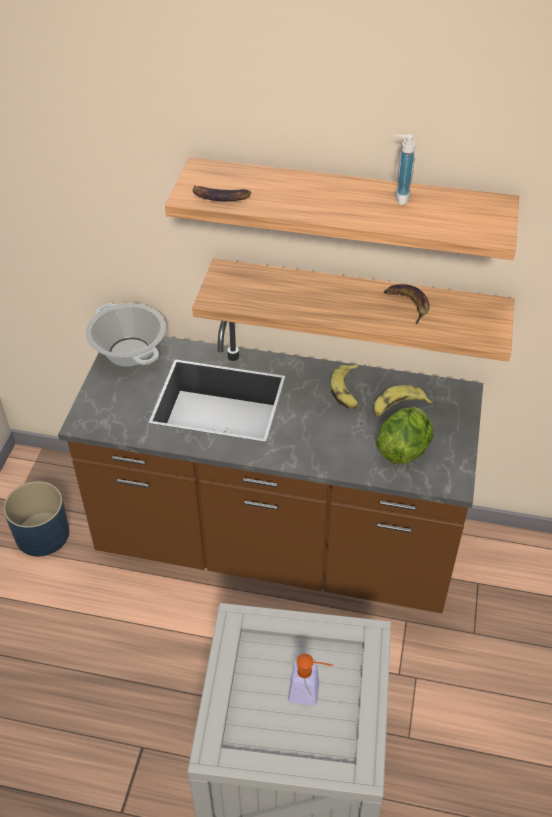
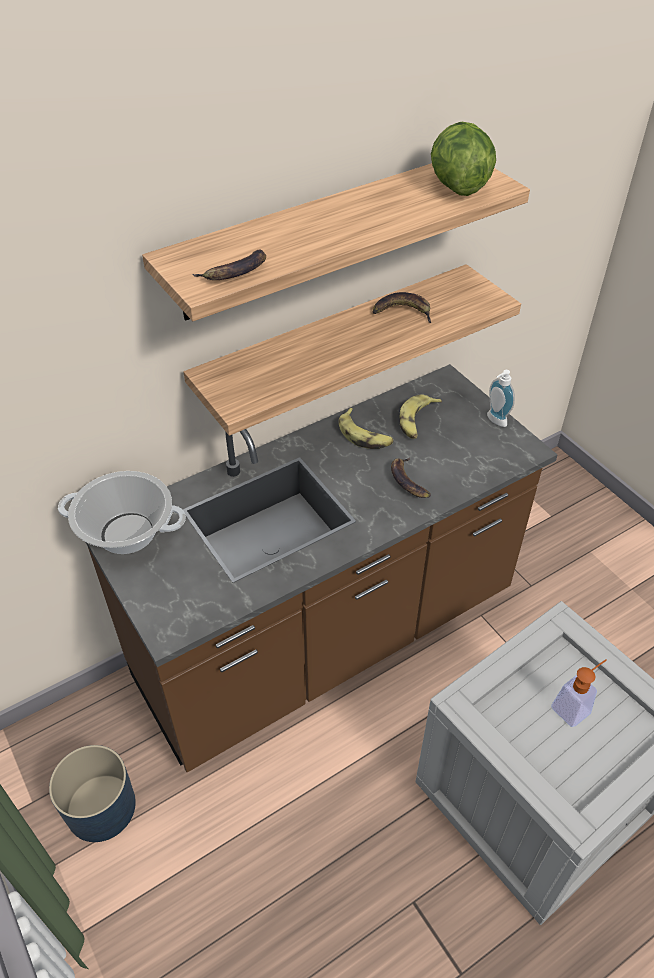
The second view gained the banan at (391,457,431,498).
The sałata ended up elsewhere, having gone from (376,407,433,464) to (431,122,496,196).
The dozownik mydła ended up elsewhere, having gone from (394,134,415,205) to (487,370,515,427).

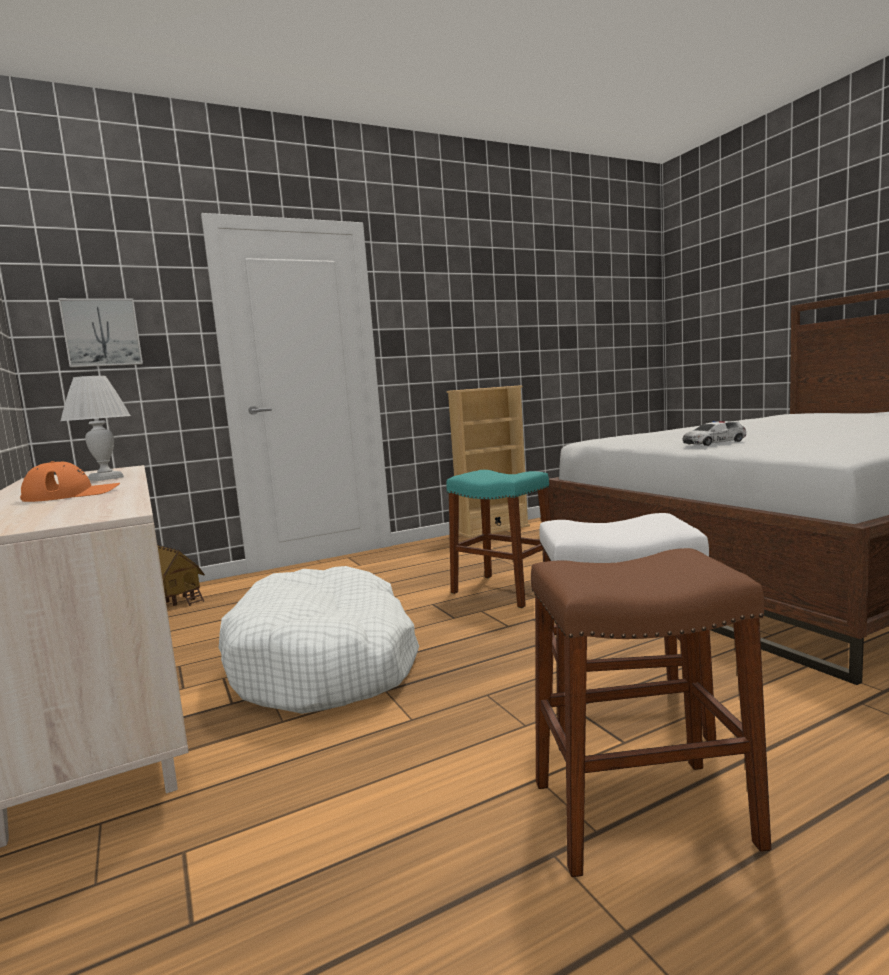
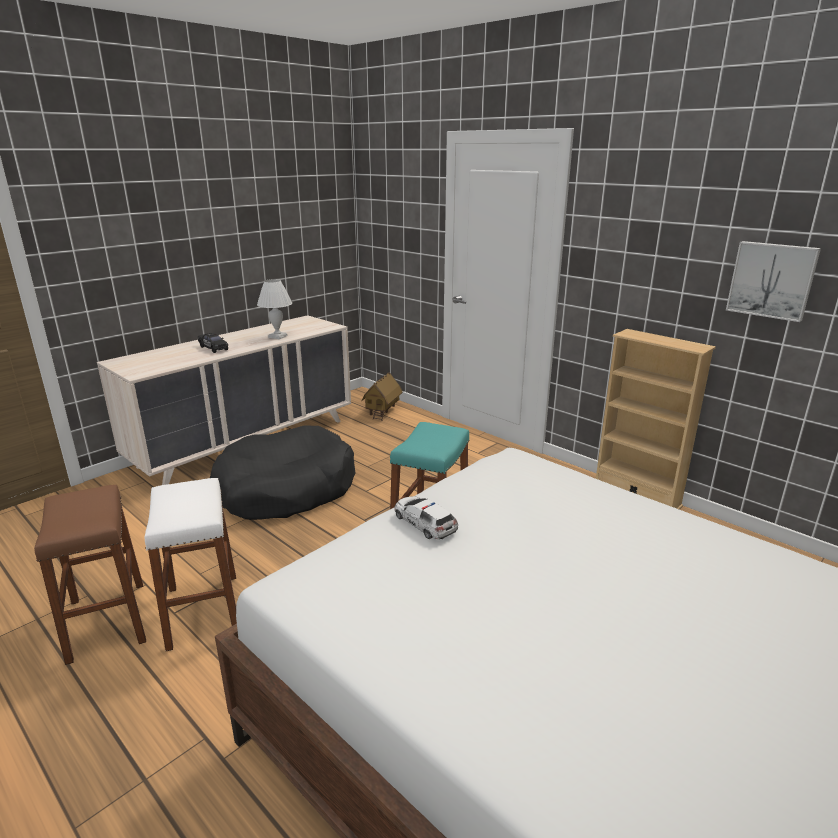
The obraz ended up elsewhere, having gone from (58,298,143,367) to (726,241,821,322).
Where the czapka z daszkiem [pomarańczowy] stood at (20,461,120,502), the samochodzik [czarny] came to stand at (198,333,228,353).
What was the legowisko [biały] at (219,566,419,714) turned into the legowisko [czarny] at (210,426,356,520).

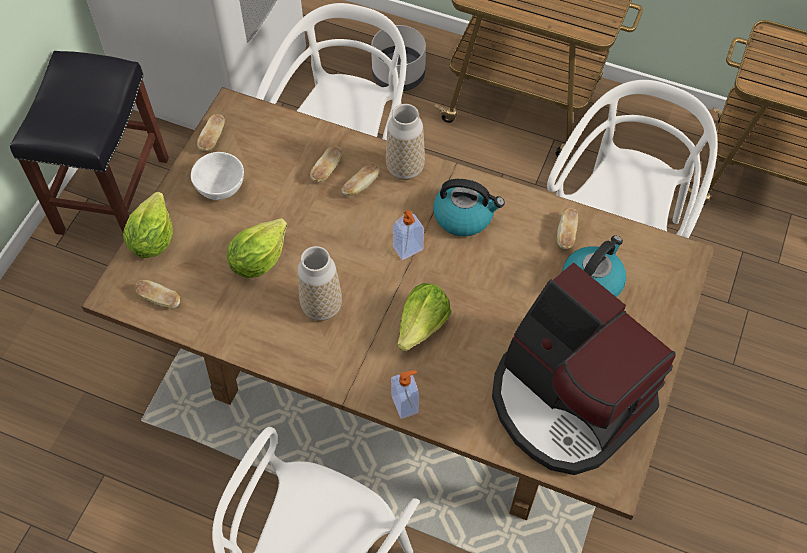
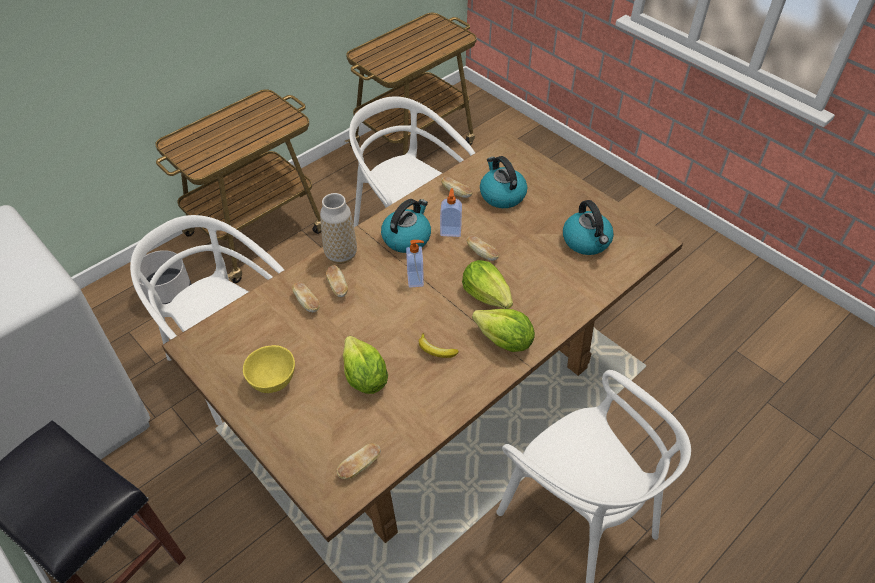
The sałata ended up elsewhere, having gone from (123,192,173,258) to (472,309,535,352).
The chleb ended up elsewhere, having gone from (197,114,225,151) to (467,236,499,261).
The dozownik mydła ended up elsewhere, having gone from (391,370,419,419) to (440,188,462,237).
Where the wazon stood at (298,246,342,321), the banan came to stand at (419,333,459,358).
Where the ekspres do kawy stood at (492,262,676,475), the czajnik came to stand at (563,200,614,255).
What was the miska [biały] at (191,152,244,200) turned into the miska [żółty] at (243,345,295,393).

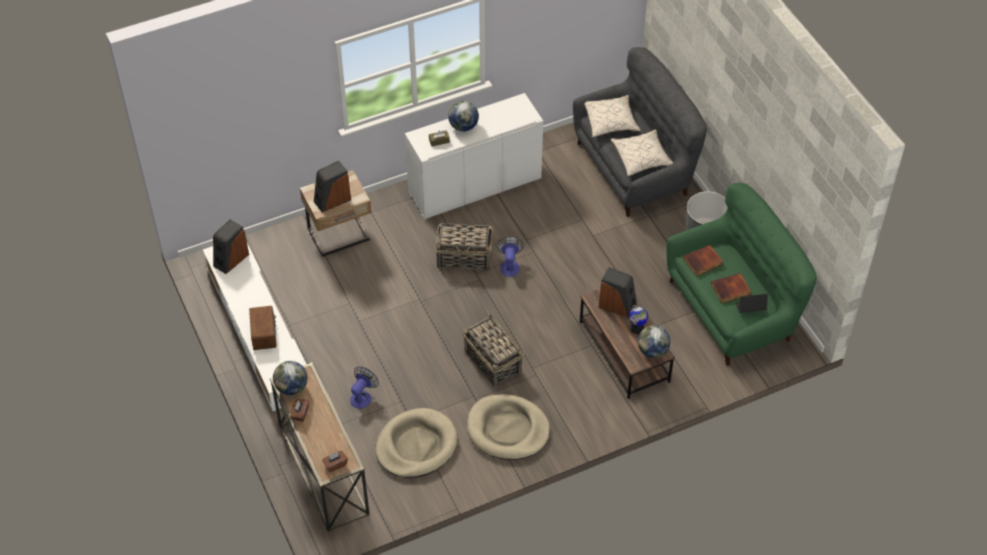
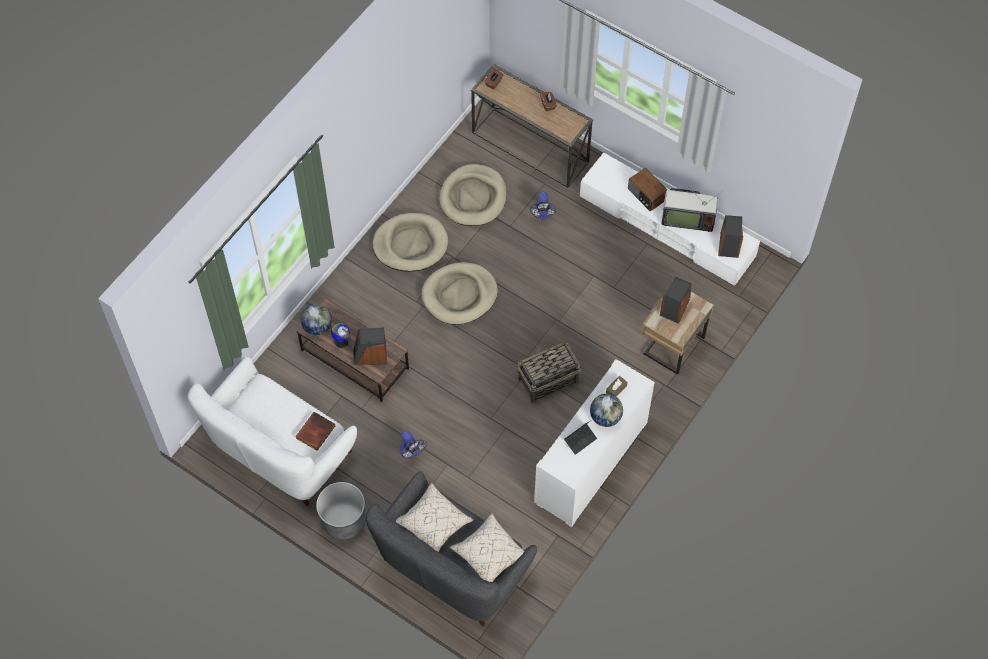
The second view lost the globus at (273,361,308,395).
The second view lost the książka at (711,273,751,304).
The second view gained the telewizor at (662,188,723,232).
The wentylator ended up elsewhere, having gone from (496,236,524,277) to (399,430,427,459).
The laptop ended up elsewhere, having gone from (735,294,768,313) to (564,421,597,455).
Where the koszyk stood at (463,314,524,388), the legowisko [beżowy] came to stand at (422,262,498,325).
What was the kanapa [zielony] at (667,183,817,366) turned into the kanapa [biały] at (187,357,357,506).

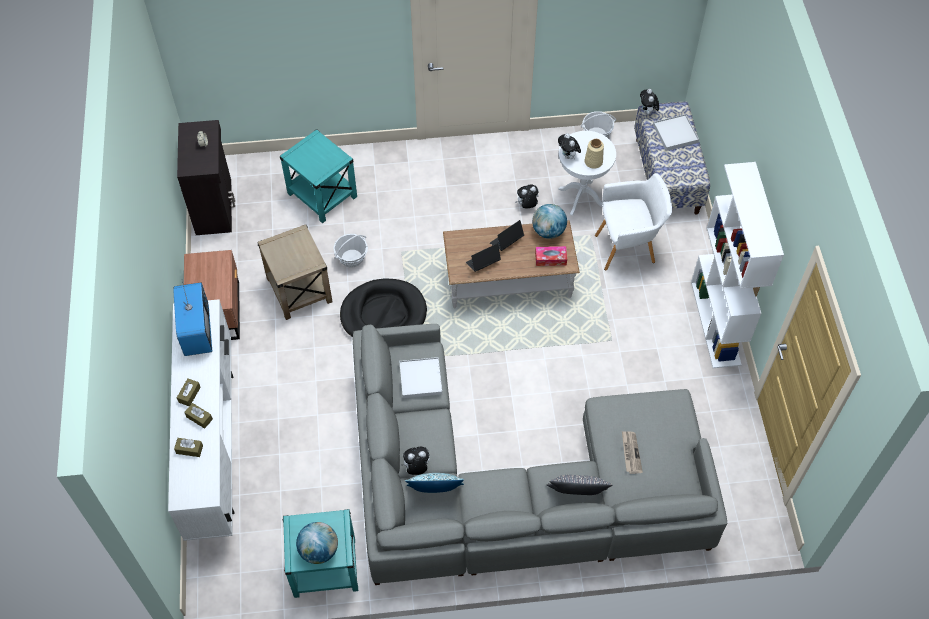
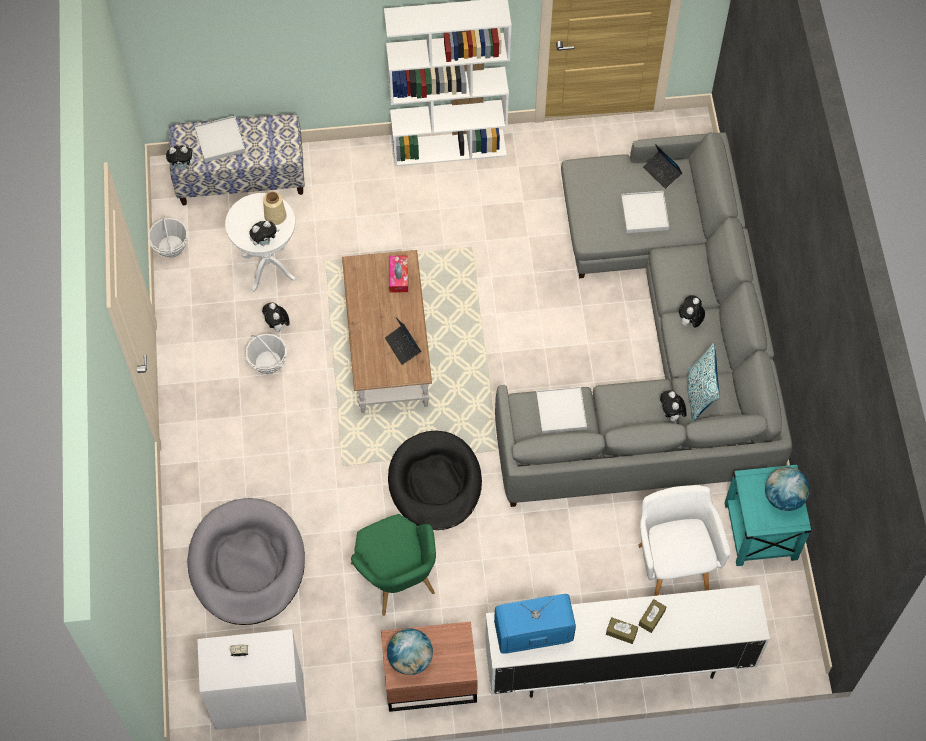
The second view lost the pudełko chusteczek [brązowy] at (174,438,203,457).
The second view lost the poduszka [szary] at (547,475,612,495).
The second view gained the pluszak at (679,295,705,328).
The koszyk ended up elsewhere, having gone from (333,234,368,268) to (246,334,287,374).
The laptop ended up elsewhere, having gone from (490,220,524,251) to (643,144,682,189).
The globus ended up elsewhere, having gone from (532,204,567,239) to (387,629,433,675).
The fotel [biały] ended up elsewhere, having gone from (595,173,672,270) to (638,485,731,596).
Where the stolik [beżowy] stood at (257,224,332,320), the fotel [zielony] came to stand at (351,514,436,616).
Where the stolik [turkusowy] stood at (280,129,357,223), the legowisko [szary] came to stand at (187,498,305,625).
Where the gazeta stood at (622,431,643,474), the taca [biały] came to stand at (621,191,669,233).
What was the szafka [czarny] at (177,120,235,235) turned into the szafka [biały] at (197,629,306,730).

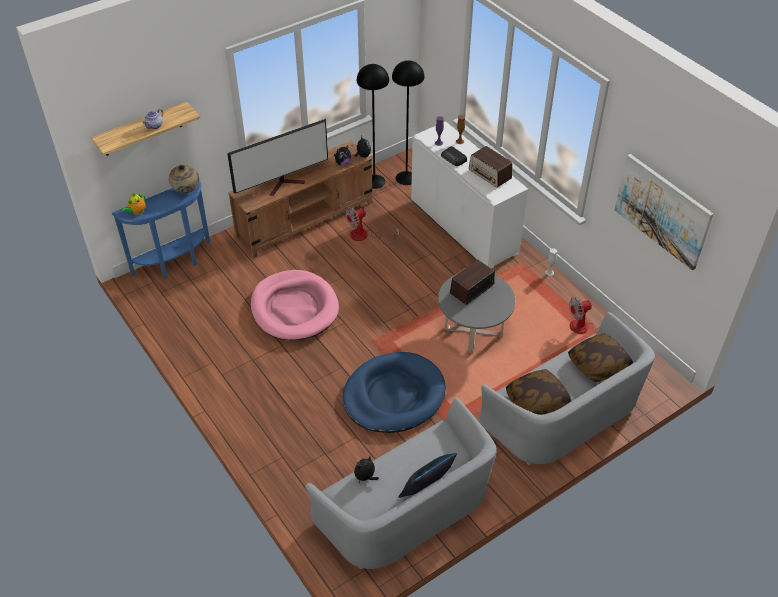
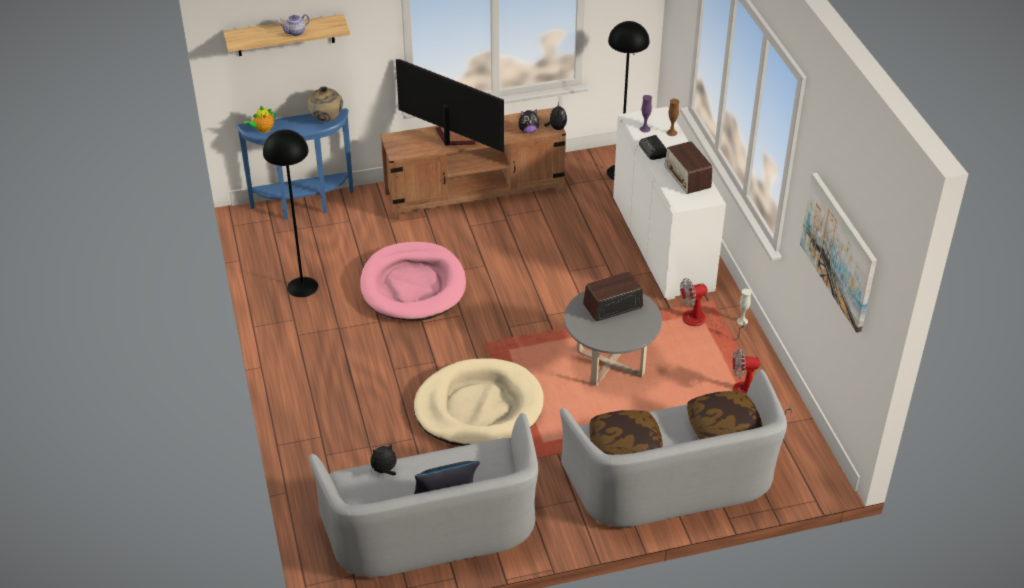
The wentylator ended up elsewhere, having gone from (345,207,399,245) to (680,278,746,341).
The lampa stojąca [czarny] ended up elsewhere, having gone from (357,64,389,189) to (263,129,318,297).
What was the legowisko [niebieski] at (343,352,446,433) turned into the legowisko [beżowy] at (414,358,544,446).
The telewizor at (227,119,328,196) ended up facing another way, 135 degrees counterclockwise from before.

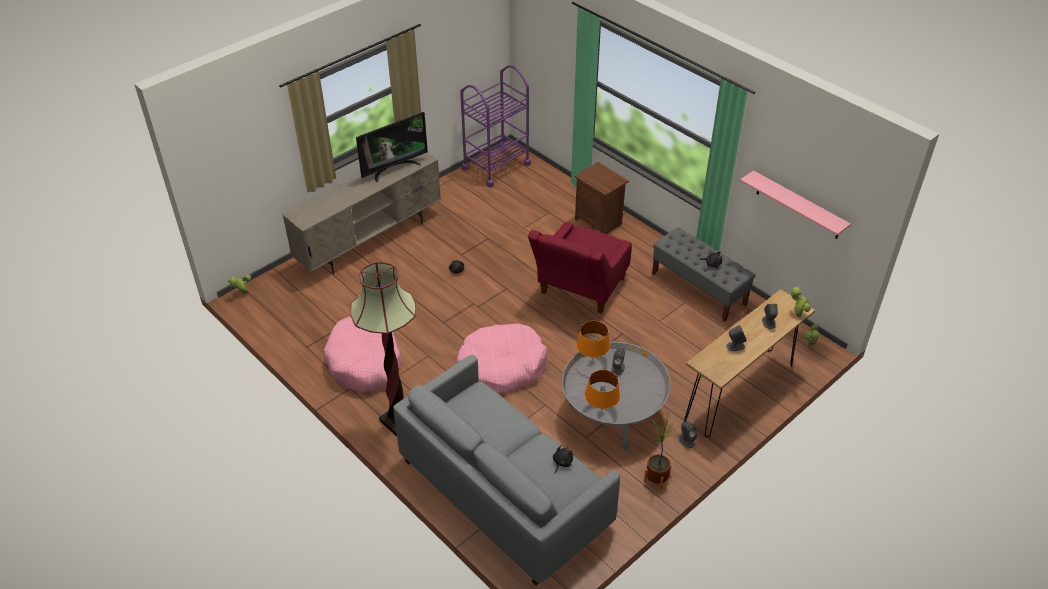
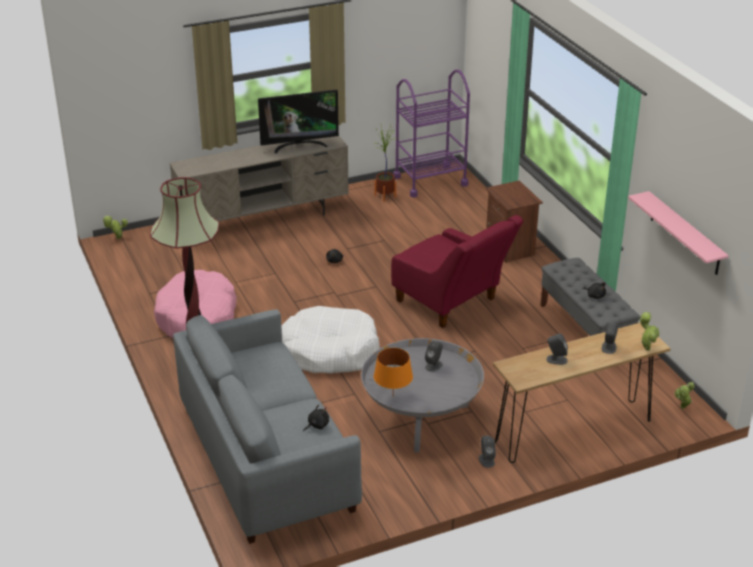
The second view lost the lampa stołowa [pomarańczowy] at (576,321,610,360).
The roślina doniczkowa ended up elsewhere, having gone from (644,415,679,491) to (375,124,396,202).
What was the legowisko [różowy] at (456,324,548,394) turned into the legowisko [biały] at (281,306,380,374).
The fotel [czerwony] at (528,222,632,314) ended up facing another way, 90 degrees counterclockwise from before.

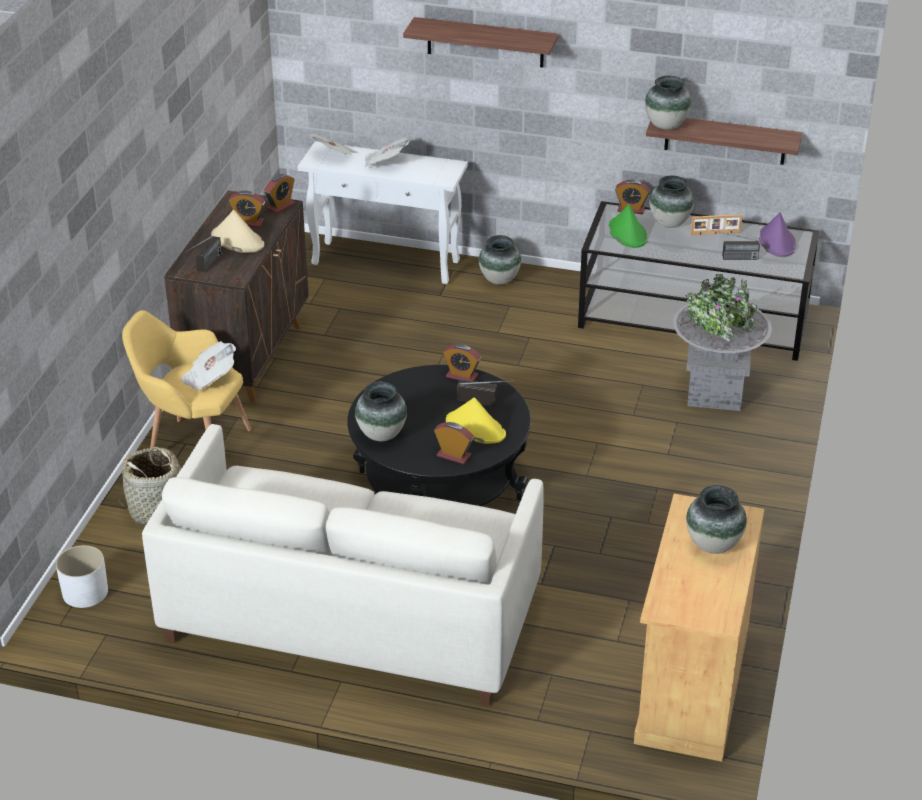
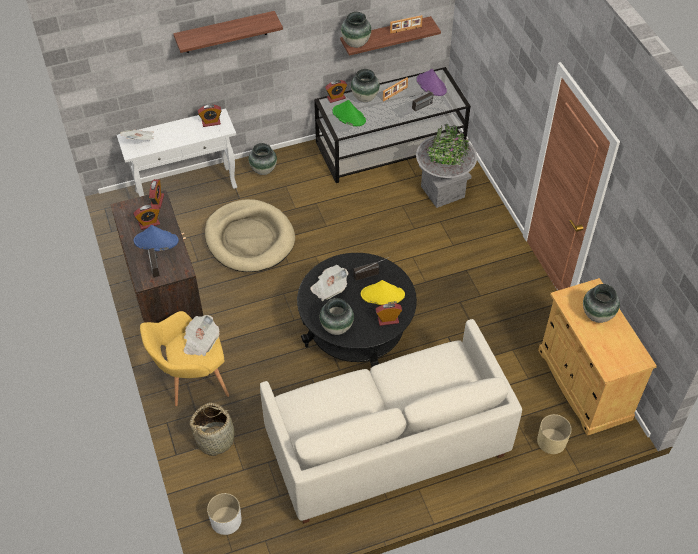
The second view gained the legowisko [beżowy] at (205,199,295,272).
The second view gained the ramka na zdjęcie at (390,15,423,34).
The second view gained the donica [beżowy] at (537,414,572,454).
The gazeta ended up elsewhere, having gone from (365,137,410,167) to (310,265,349,301).
The budzik ended up elsewhere, having gone from (443,344,481,381) to (198,105,222,127).
What was the kapelusz [beżowy] at (211,210,264,253) turned into the kapelusz [niebieski] at (134,225,179,251).

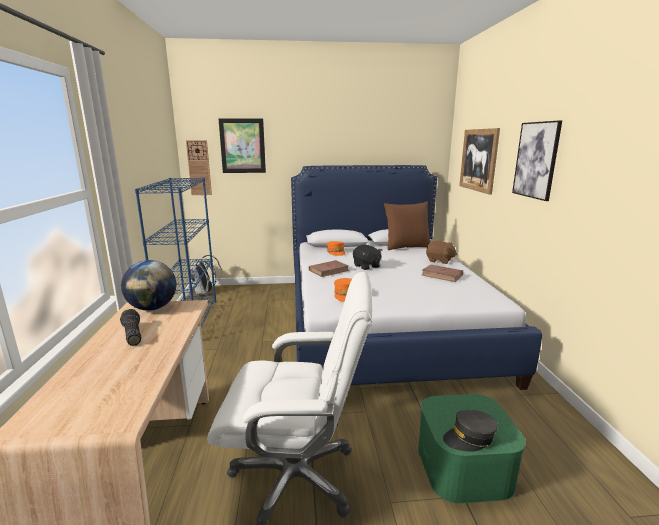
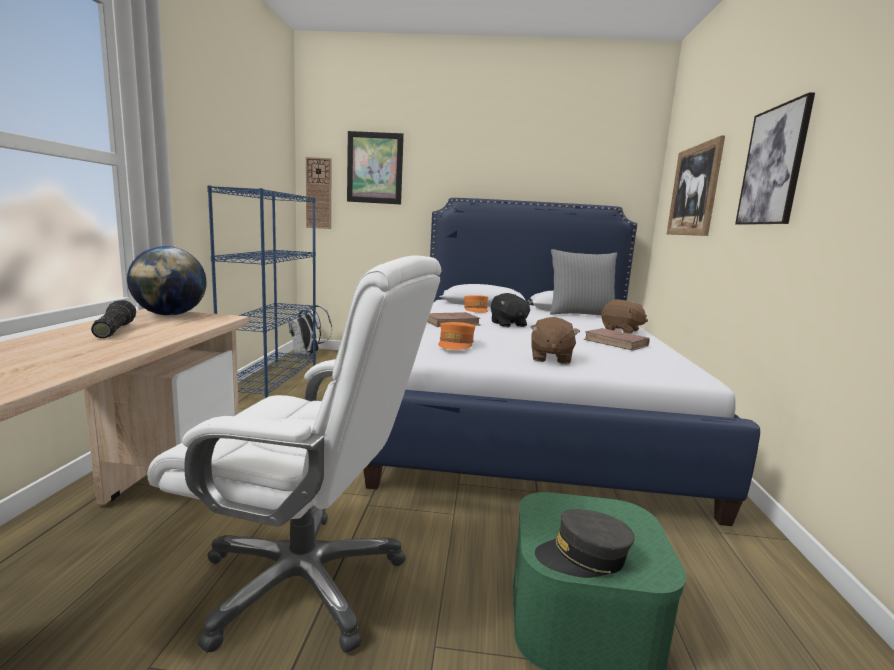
The second view gained the pluszak [brązowy] at (530,317,580,364).
What was the poduszka [brązowy] at (384,201,431,250) turned into the poduszka [szary] at (550,249,617,315).

